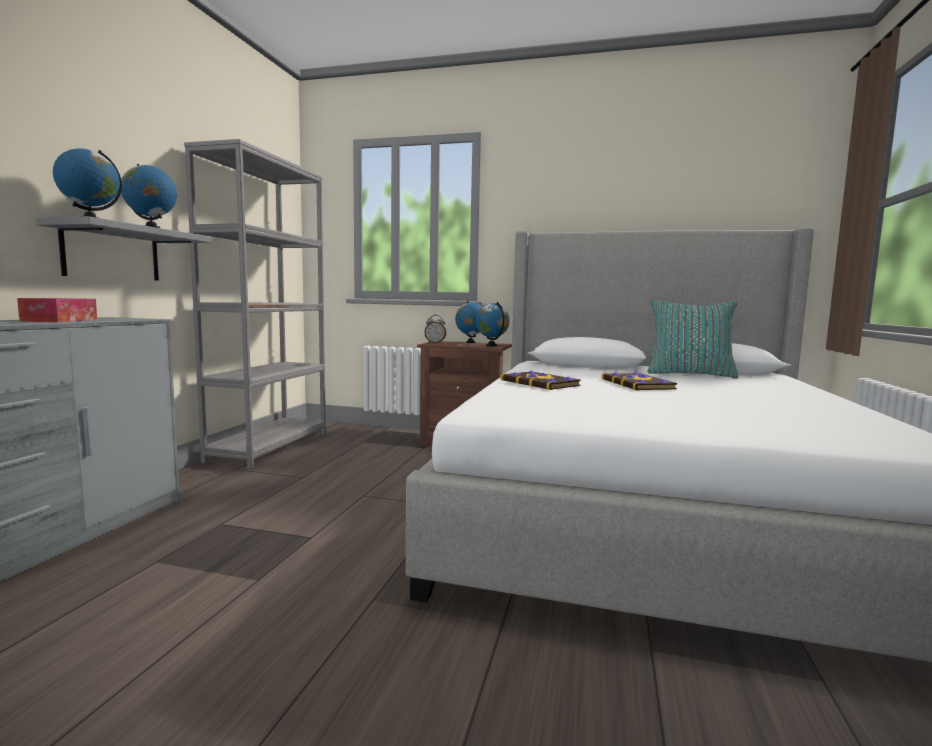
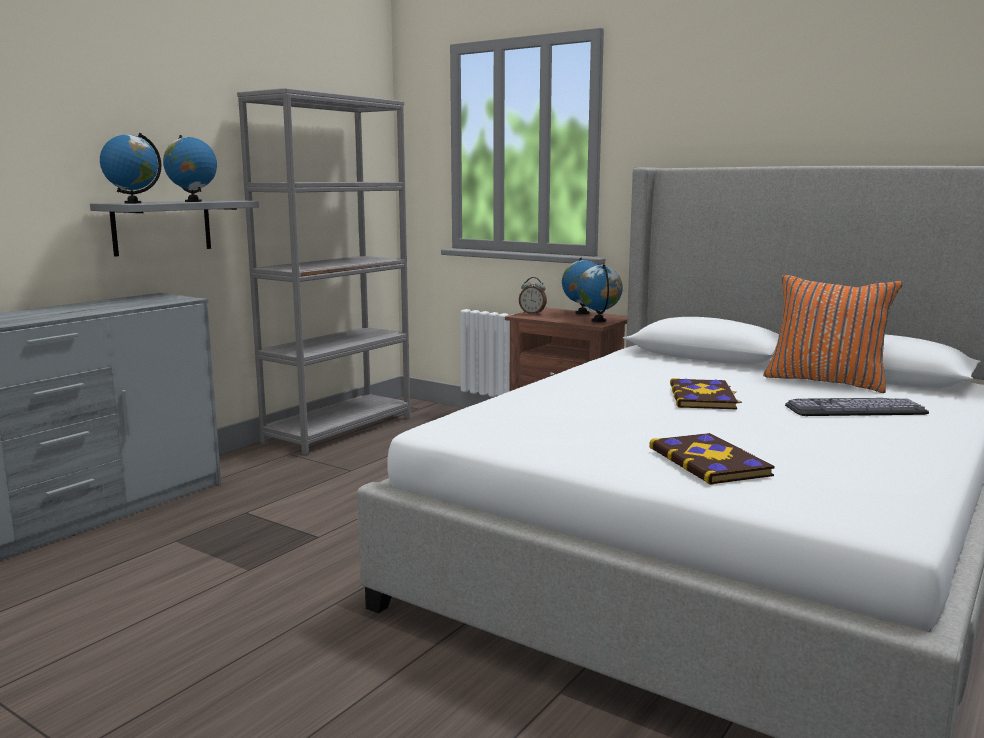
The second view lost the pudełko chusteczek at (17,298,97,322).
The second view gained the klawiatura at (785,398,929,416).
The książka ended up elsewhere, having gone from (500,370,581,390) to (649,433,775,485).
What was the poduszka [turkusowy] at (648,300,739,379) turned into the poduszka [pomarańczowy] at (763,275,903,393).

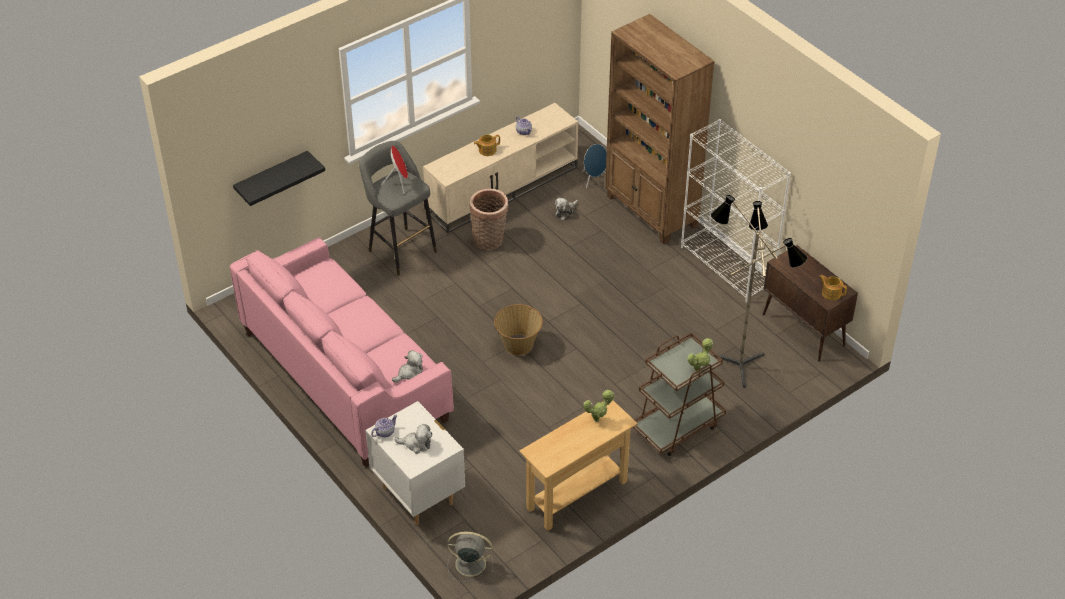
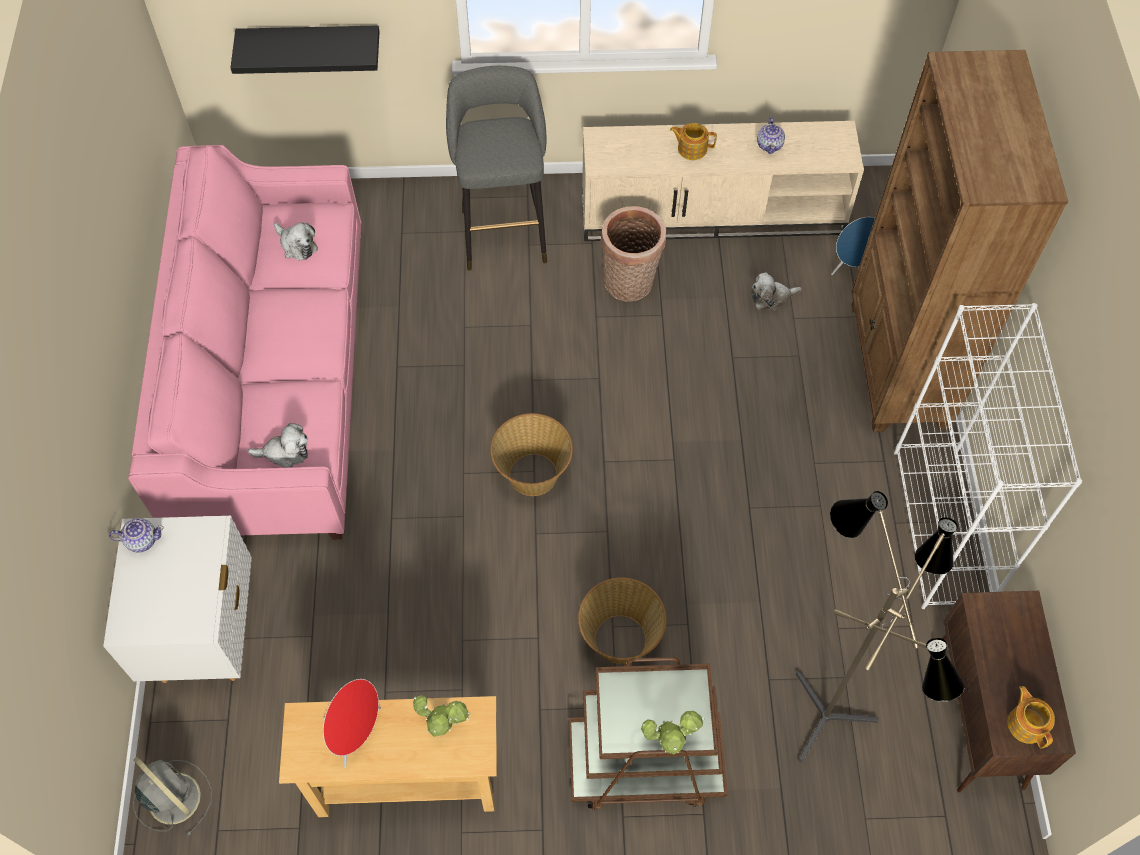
The second view gained the koszyk at (578,578,667,664).
The głośnik [czerwony] ended up elsewhere, having gone from (381,146,408,194) to (323,679,381,768).
The pluszak ended up elsewhere, having gone from (394,424,432,454) to (274,222,318,260).

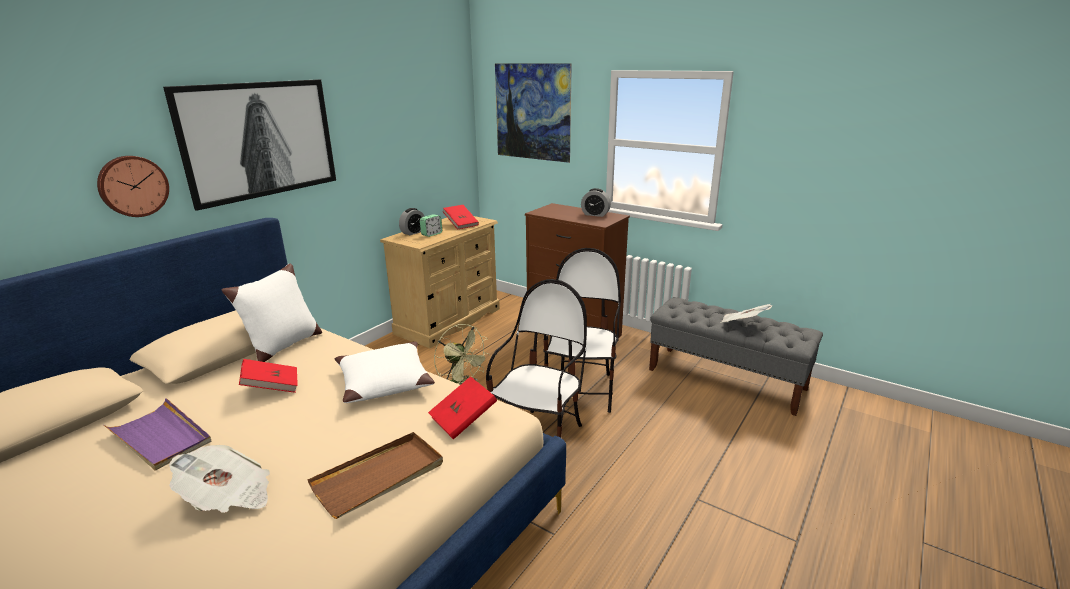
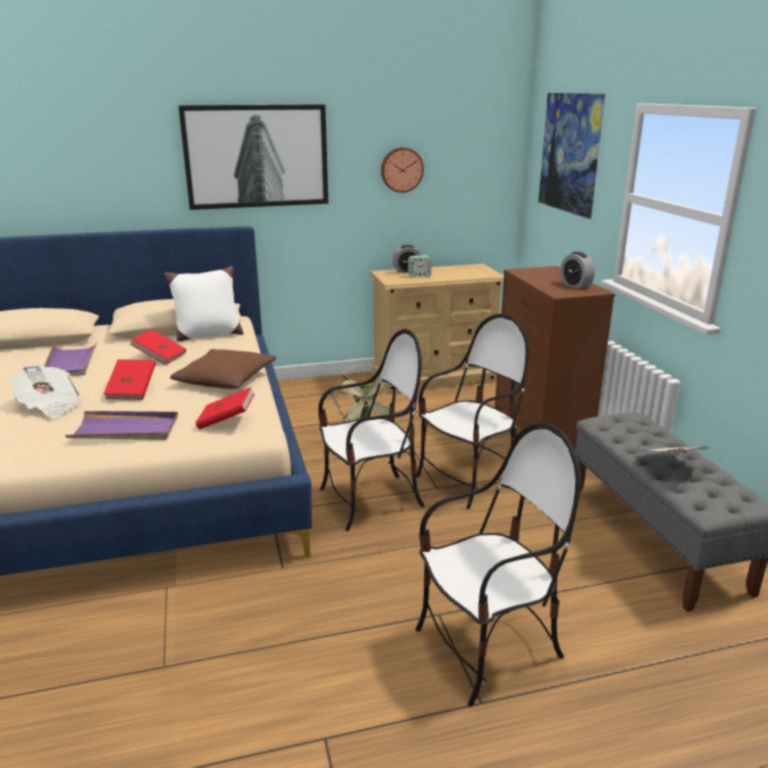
The second view gained the krzesło at (415,423,581,707).
The zegar ścienny ended up elsewhere, having gone from (97,156,169,217) to (381,147,424,193).
The książka [czerwony] ended up elsewhere, having gone from (443,205,479,230) to (104,359,156,400).
What was the taca [brązowy] at (307,432,443,519) turned into the taca [fioletowy] at (65,411,178,440).
What was the poduszka [biały] at (335,342,435,403) turned into the poduszka [brązowy] at (170,349,277,389).

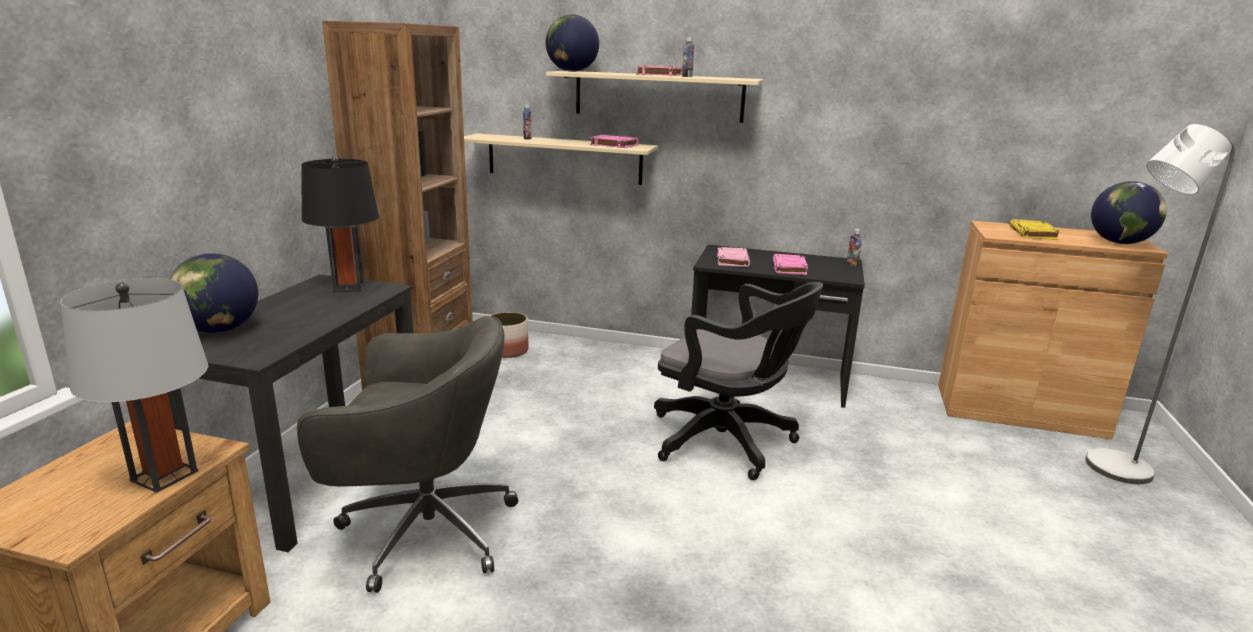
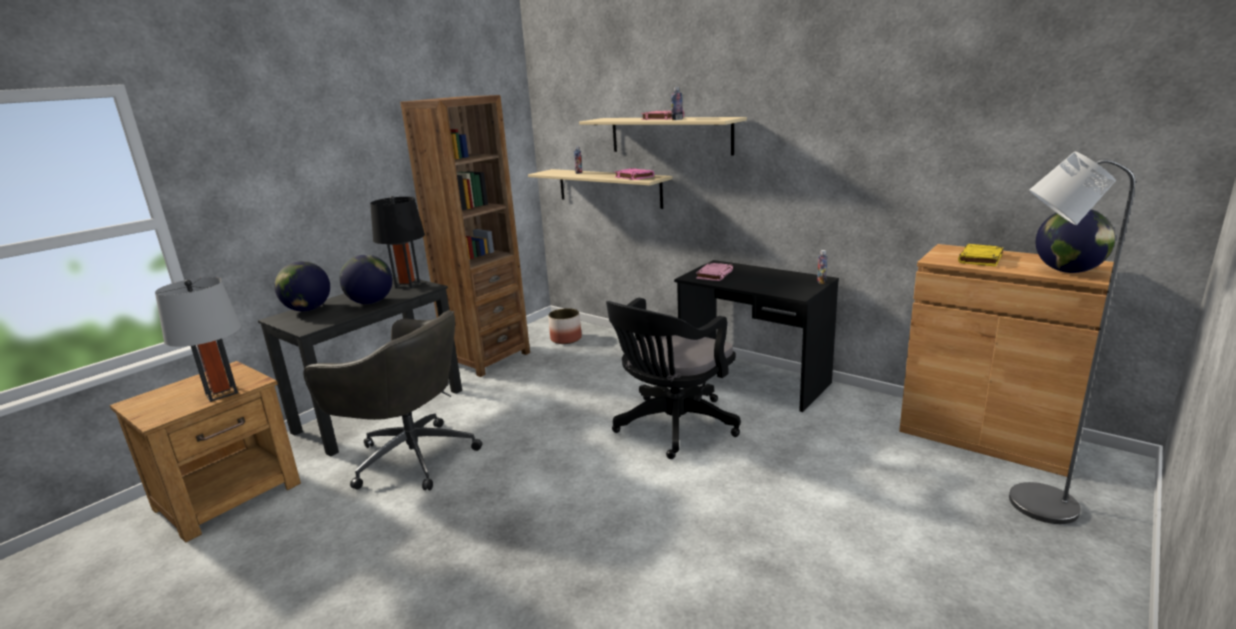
The second view lost the książka [różowy] at (773,254,808,275).
The globus ended up elsewhere, having gone from (546,14,599,72) to (339,255,393,304).
The krzesło biurowe [czarny] at (654,282,823,480) ended up facing another way, 75 degrees clockwise from before.

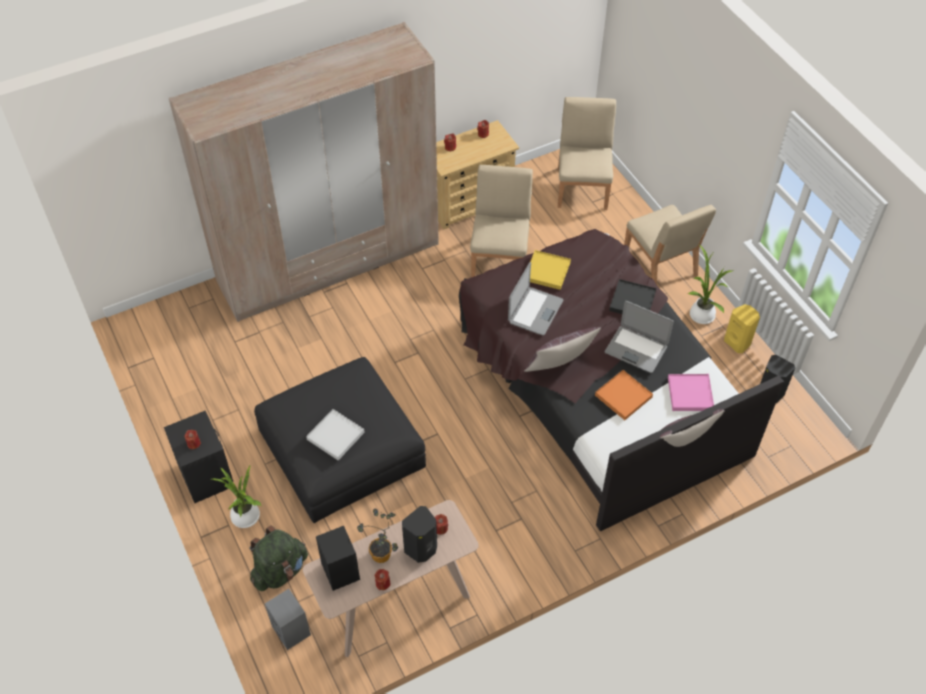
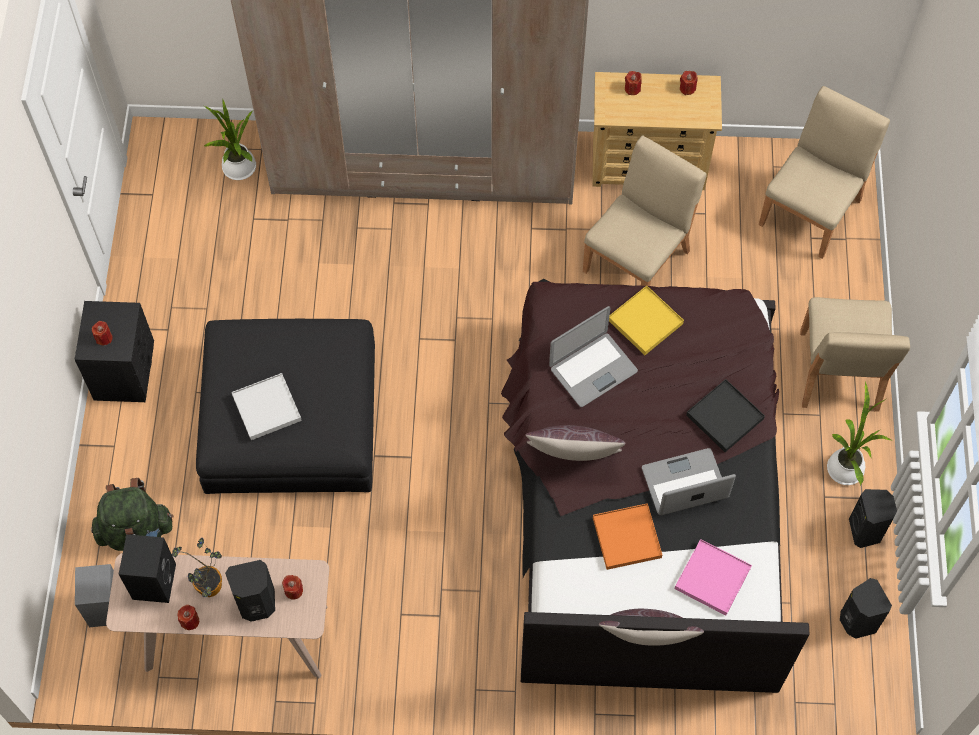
The roślina doniczkowa ended up elsewhere, having gone from (212,464,261,528) to (203,99,256,180).
What was the głośnik [żółty] at (724,304,760,353) turned into the głośnik [czarny] at (849,489,897,548).
The laptop at (605,301,674,373) ended up facing another way, 105 degrees clockwise from before.

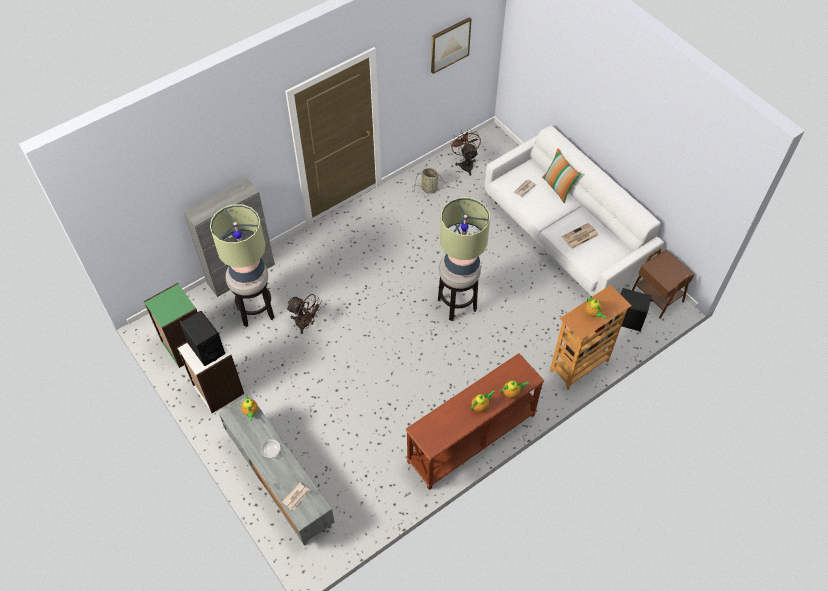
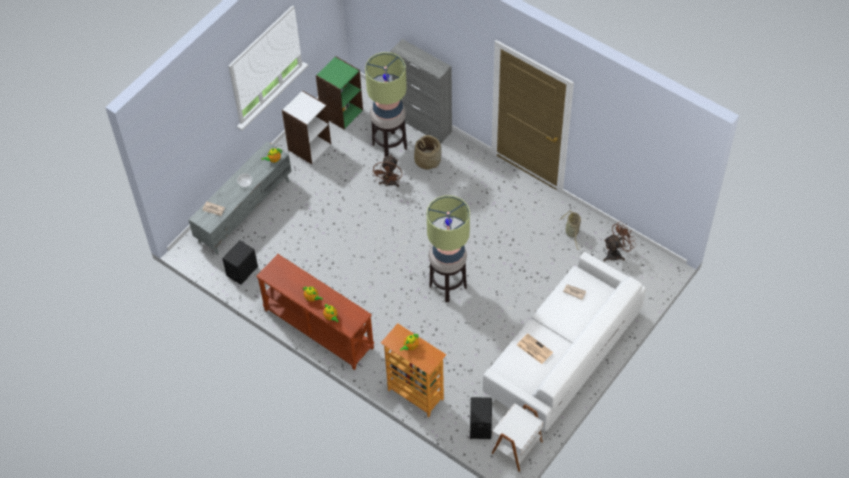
The second view lost the obraz at (431,17,471,74).
The second view lost the poduszka at (542,148,581,203).
The second view gained the koszyk at (414,135,441,170).
The głośnik [czarny] ended up elsewhere, having gone from (180,311,225,366) to (222,240,258,285).
What was the stolik [brązowy] at (632,248,694,319) turned into the stolik [biały] at (492,403,543,472).

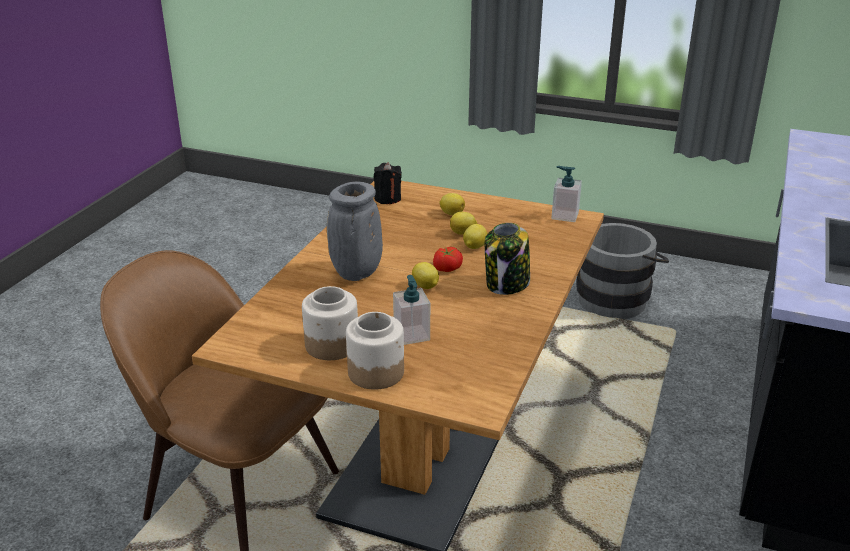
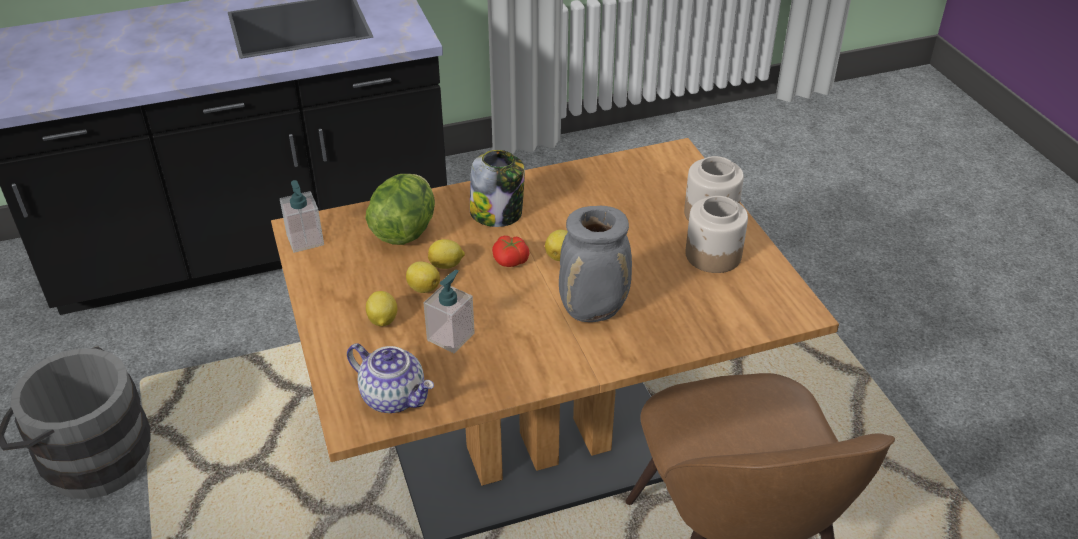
The second view gained the sałata at (365,174,435,245).
The dozownik mydła ended up elsewhere, having gone from (393,275,430,345) to (424,269,475,353).
Where the świeca [czarny] stood at (373,162,402,204), the imbryk came to stand at (347,343,434,413).

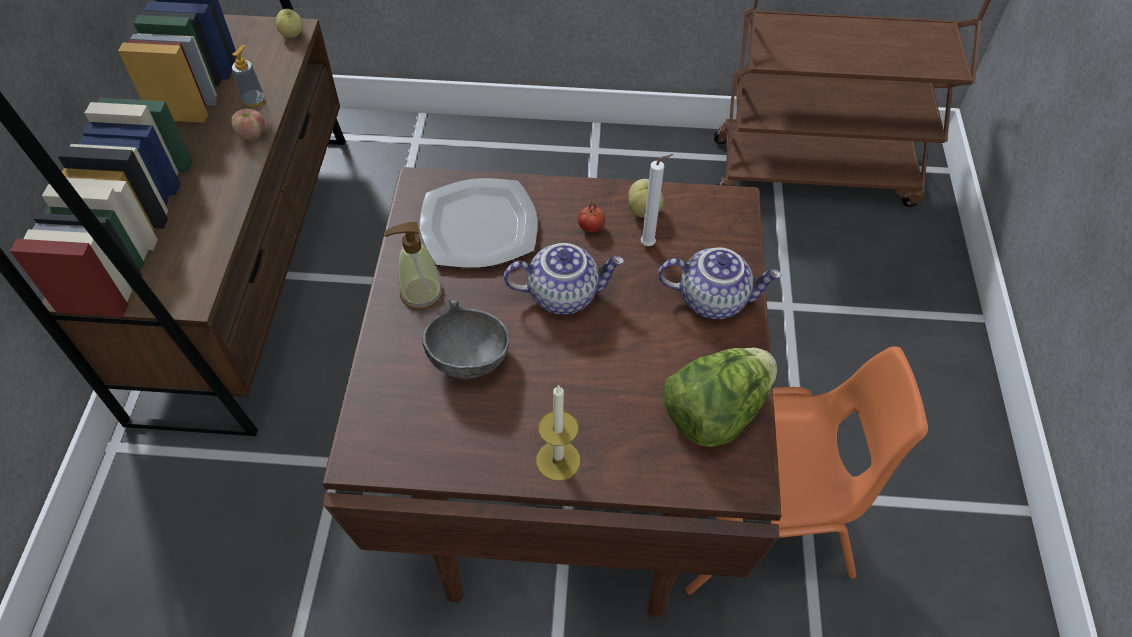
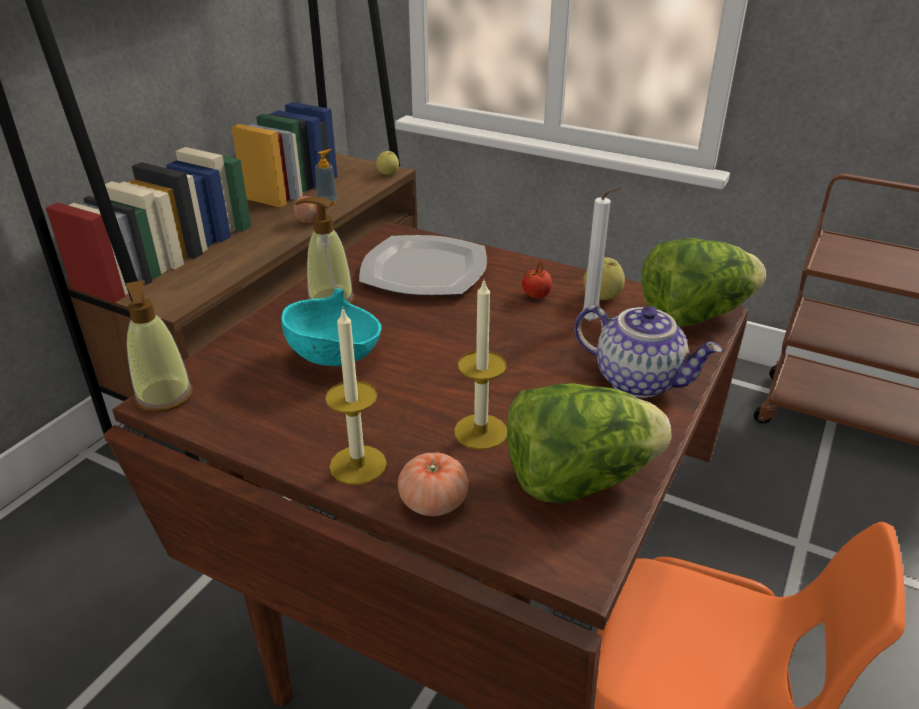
The second view lost the imbryk at (504,243,624,315).
The second view gained the dozownik mydła at (125,280,193,412).
The second view gained the pomidor at (398,452,469,516).
The second view gained the świeca at (454,281,507,450).
The second view gained the sałata at (641,238,766,327).
What was the miska [szary] at (422,299,509,379) turned into the miska [turkusowy] at (281,288,382,366).

